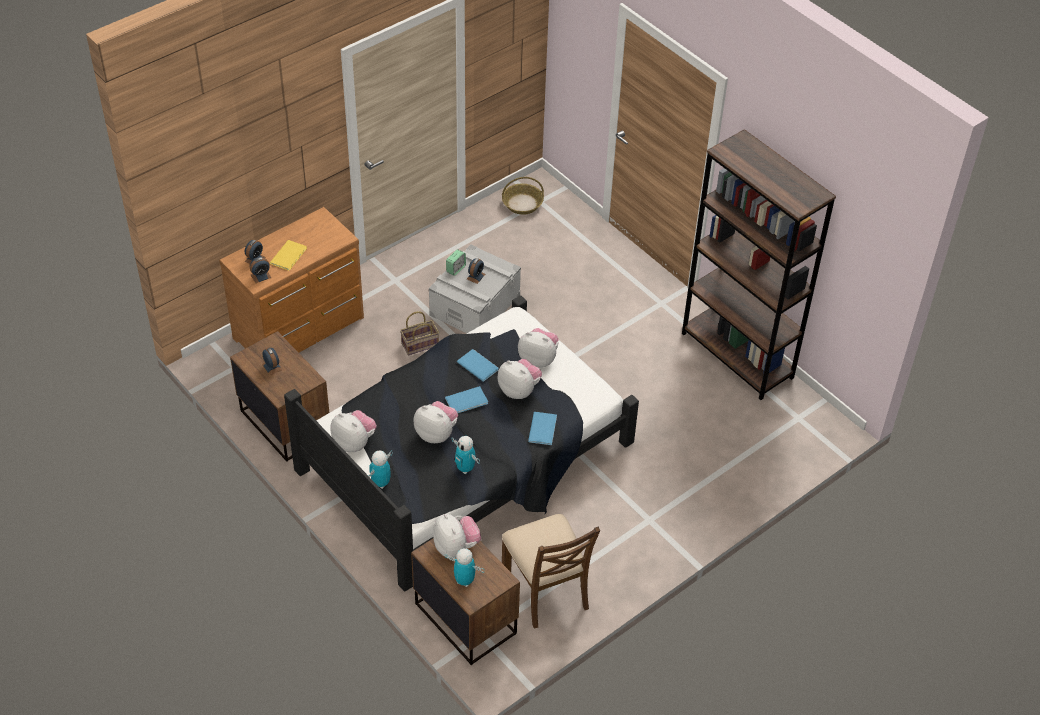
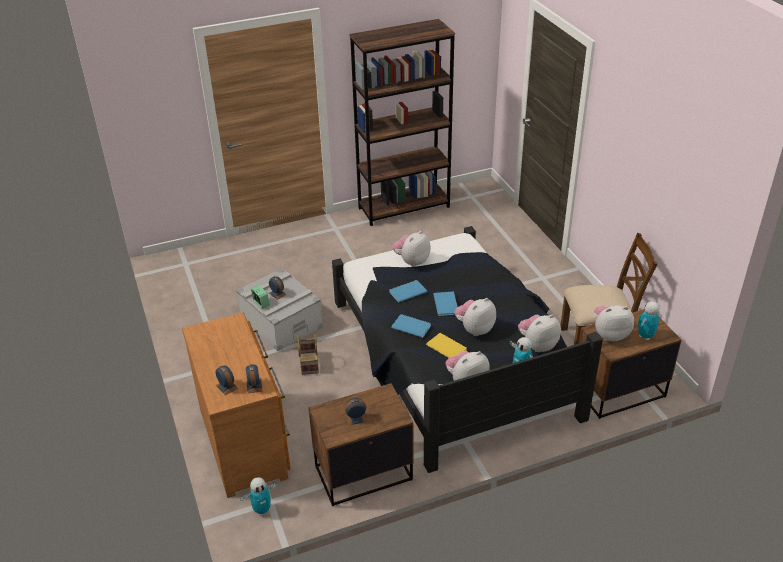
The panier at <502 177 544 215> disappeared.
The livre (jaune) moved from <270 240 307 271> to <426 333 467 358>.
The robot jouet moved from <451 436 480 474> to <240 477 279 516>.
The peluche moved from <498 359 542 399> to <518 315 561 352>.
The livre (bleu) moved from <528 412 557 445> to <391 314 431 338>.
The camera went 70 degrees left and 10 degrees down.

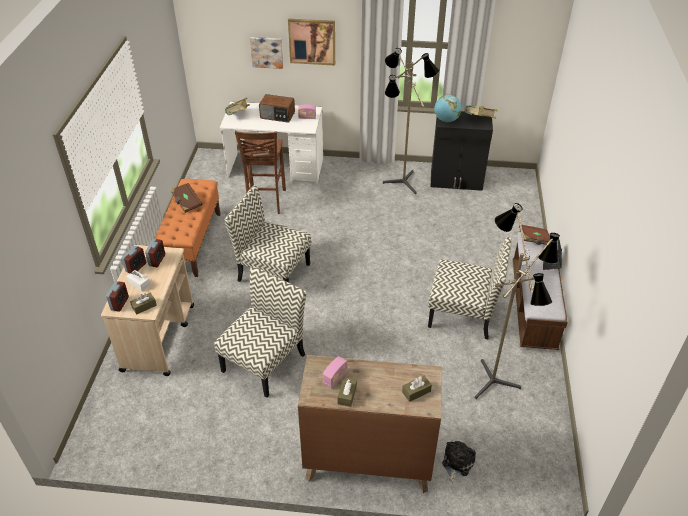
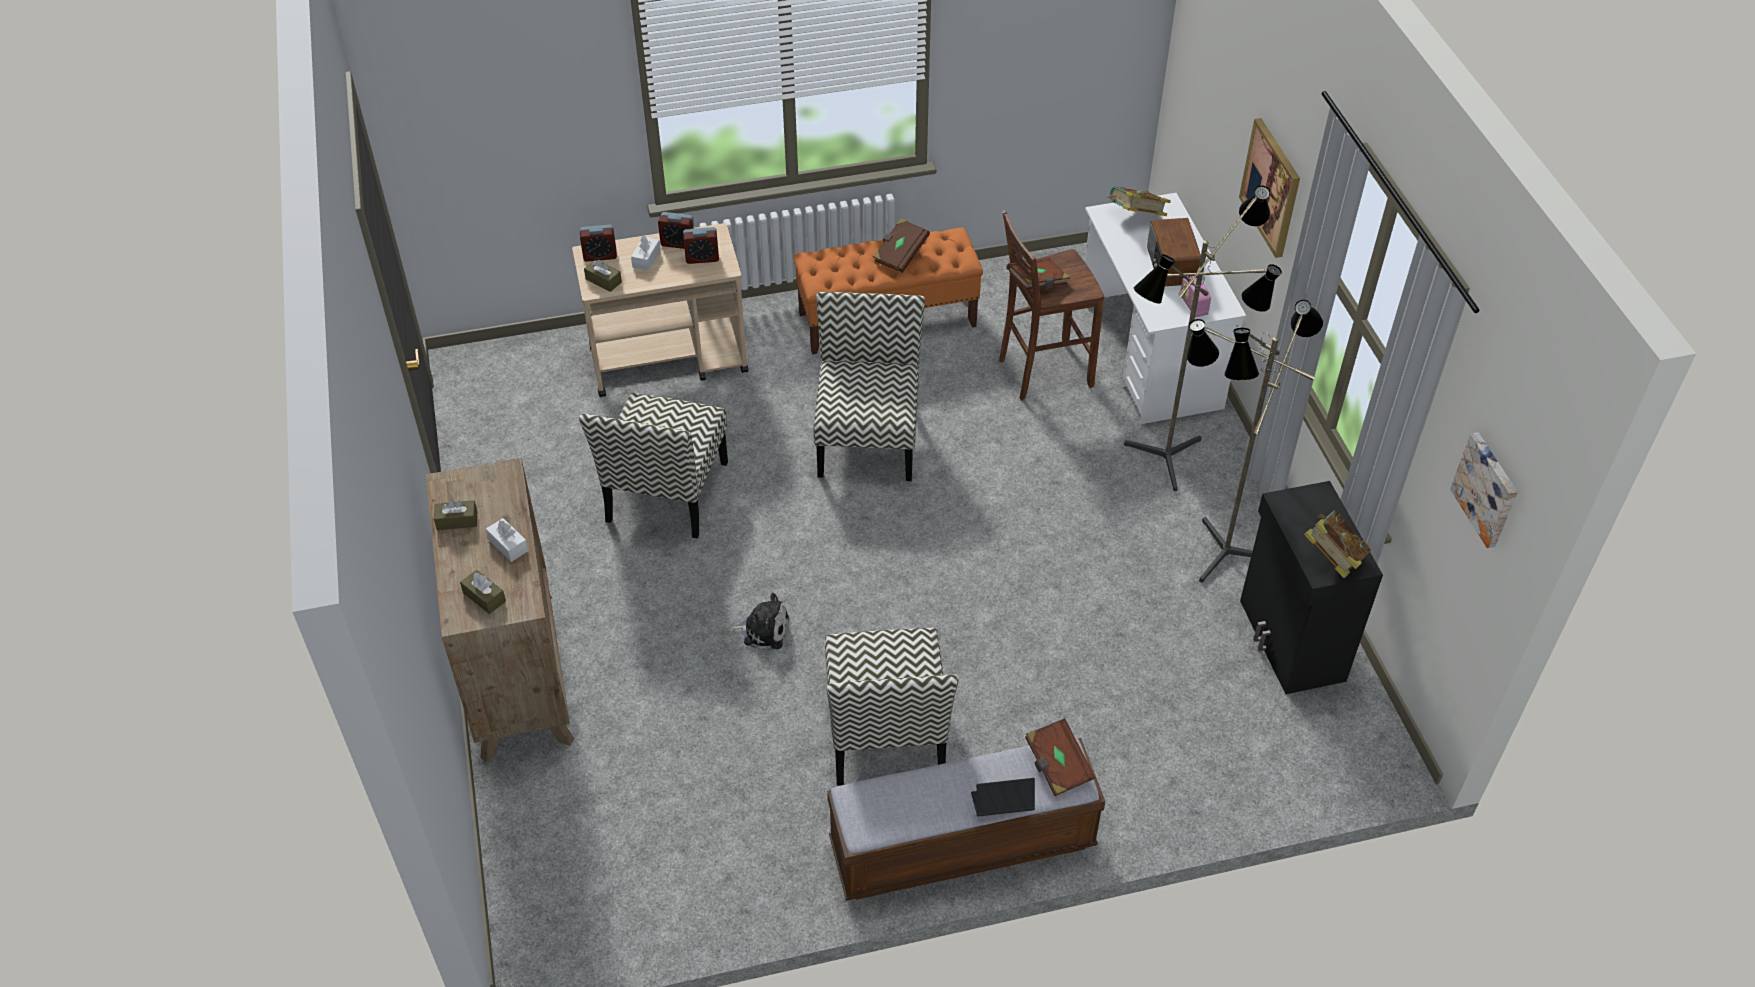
The radio at <323 356 348 389> disappeared.
The globe at <434 95 462 122> disappeared.
The boîte à mouchoirs (blanc) at <486 518 528 562> appeared.
The tableau moved from <250 37 283 69> to <1450 432 1518 548>.
The peluche moved from <442 441 476 482> to <728 593 790 650>.
The lampadaire moved from <474 203 560 399> to <1124 186 1282 491>.
The chaise at <214 266 307 397> turned 90 degrees clockwise.
The camera went 70 degrees right and 5 degrees up.

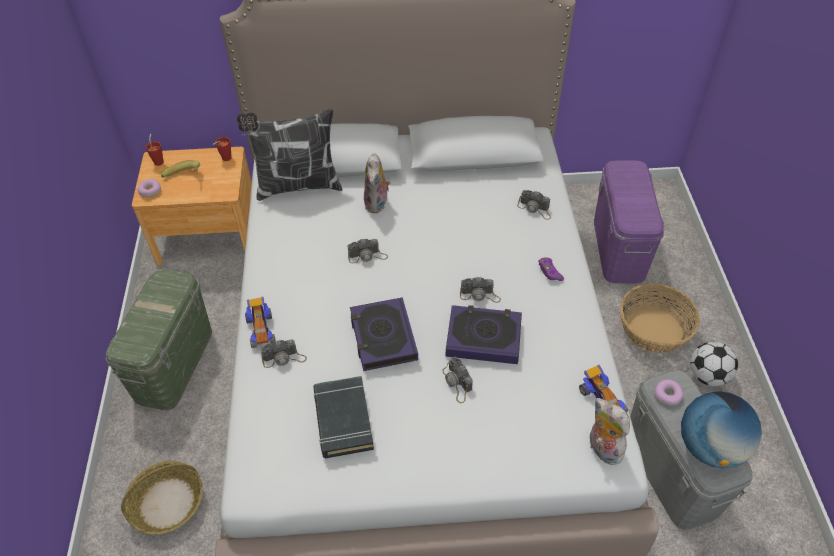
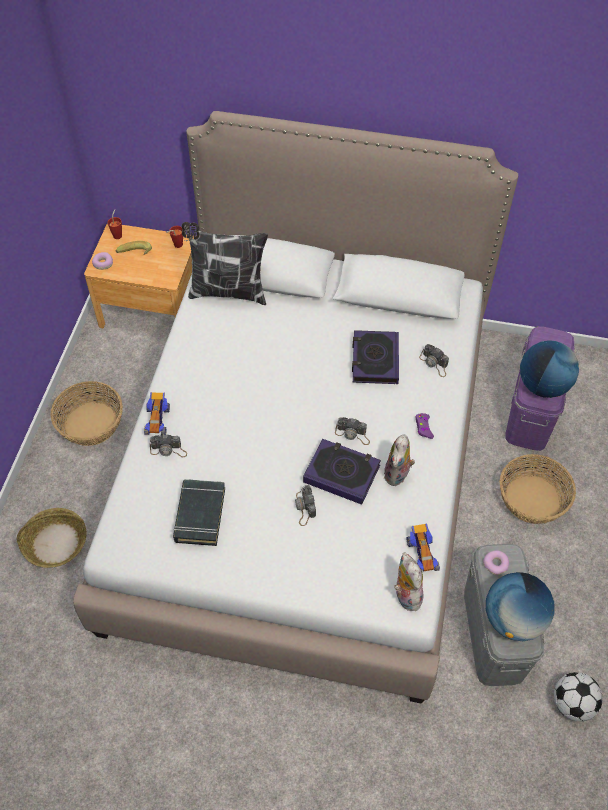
The appareil photo at <347 238 388 263> disappeared.
The globe at <520 340 579 398> appeared.
The livre moved from <350 297 418 371> to <352 330 399 384>.
The peluche moved from <364 153 391 213> to <384 434 415 486>.
The ballon de foot moved from <690 342 738 386> to <554 672 603 721>.
The boîte de rangement (vert) at <105 269 212 410> was replaced by the panier at <50 381 123 446>.
The camera went 15 degrees right and 5 degrees up.

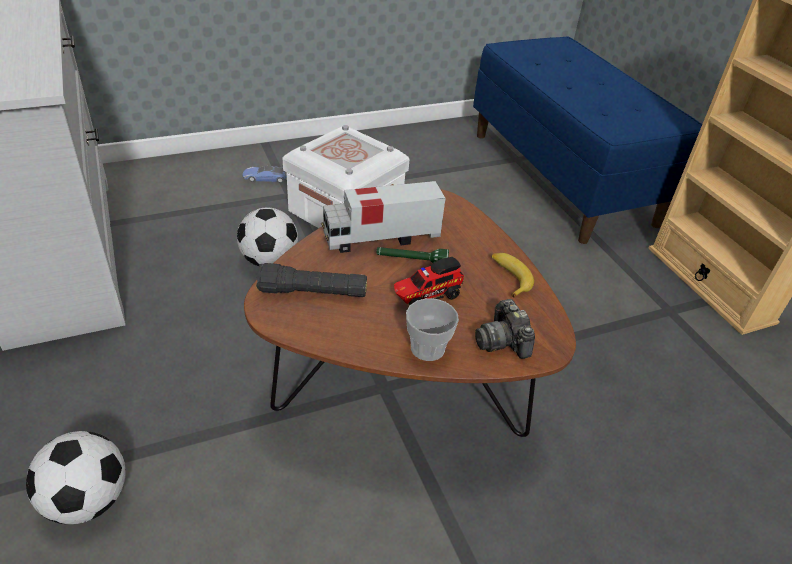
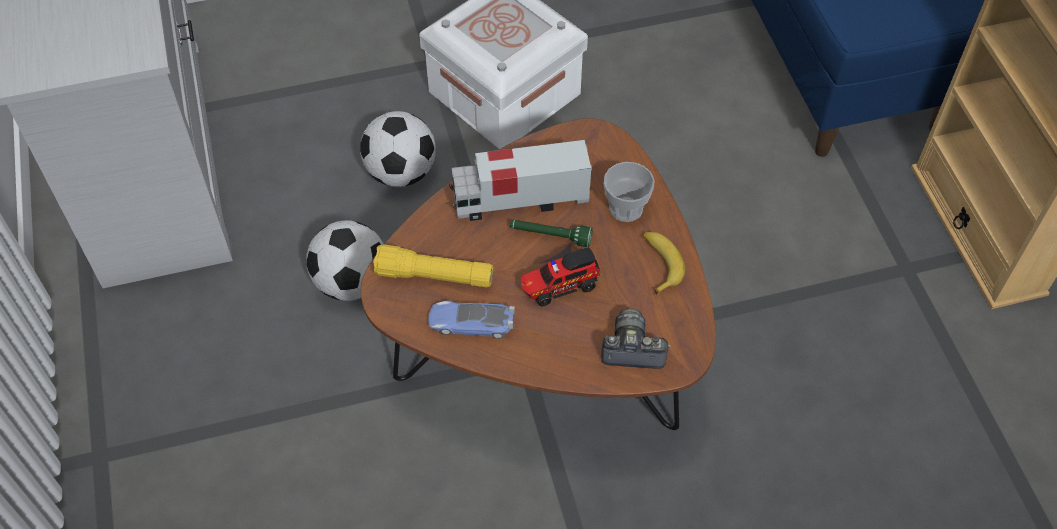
The ballon de foot moved from <26 431 126 524> to <306 220 383 301>.
The petite voiture moved from <242 166 287 183> to <428 301 515 339>.
The tasse moved from <406 298 459 361> to <604 162 655 222>.
The lampe de poche (noir) at <256 263 367 297> became the lampe de poche (jaune) at <373 244 493 287>.
The appareil photo at <475 299 535 359> turned 105 degrees clockwise.
The camera went 10 degrees right and 15 degrees up.

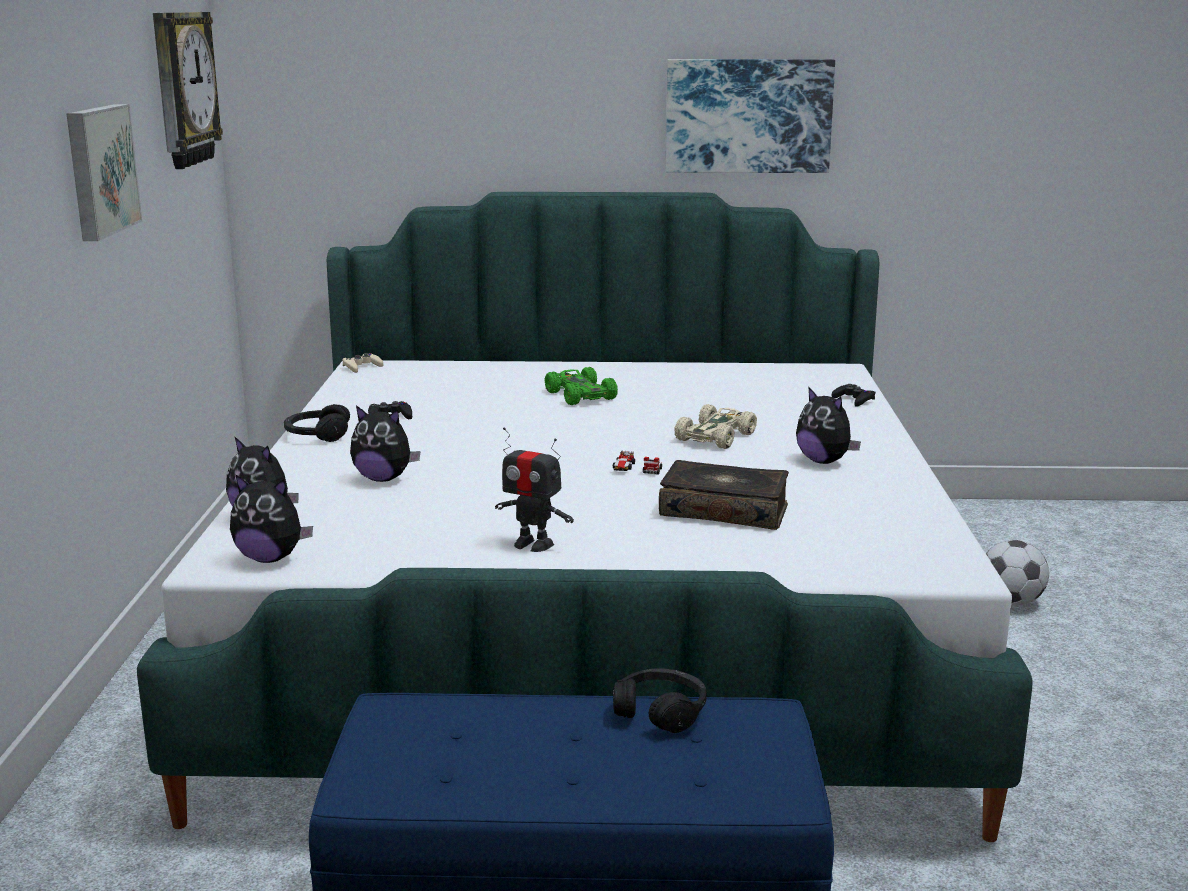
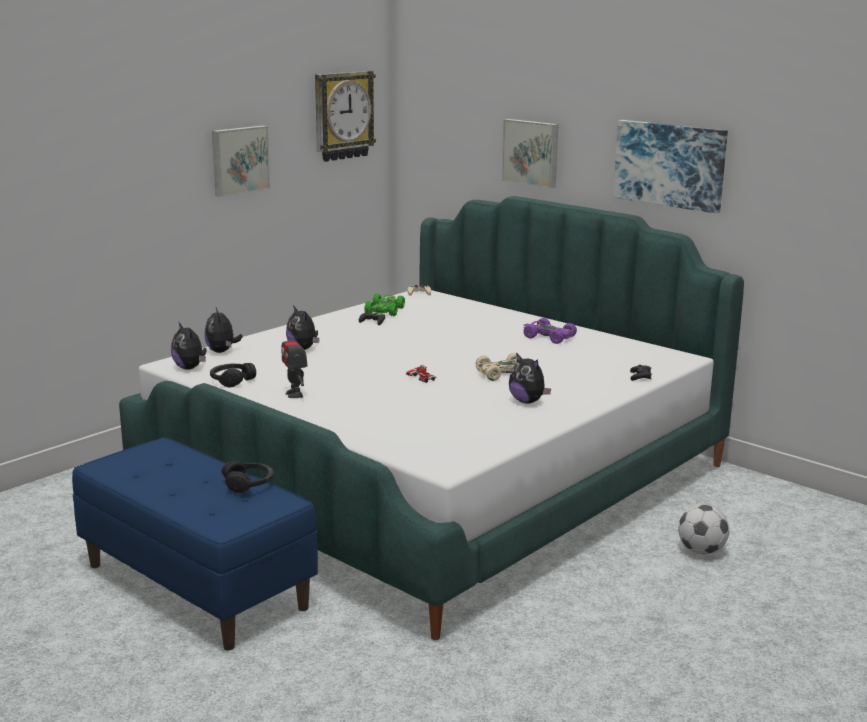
The livre at <659 460 789 530> disappeared.
The tableau at <502 119 559 188> appeared.
The petite voiture (violet) at <523 318 577 344> appeared.
The casque audio (noir) moved from <284 404 350 442> to <210 363 256 387>.
The petite voiture (vert) moved from <545 367 618 405> to <364 294 405 316>.
The peluche at <796 386 861 464> turned 45 degrees counterclockwise.
The camera went 40 degrees right and 0 degrees up.

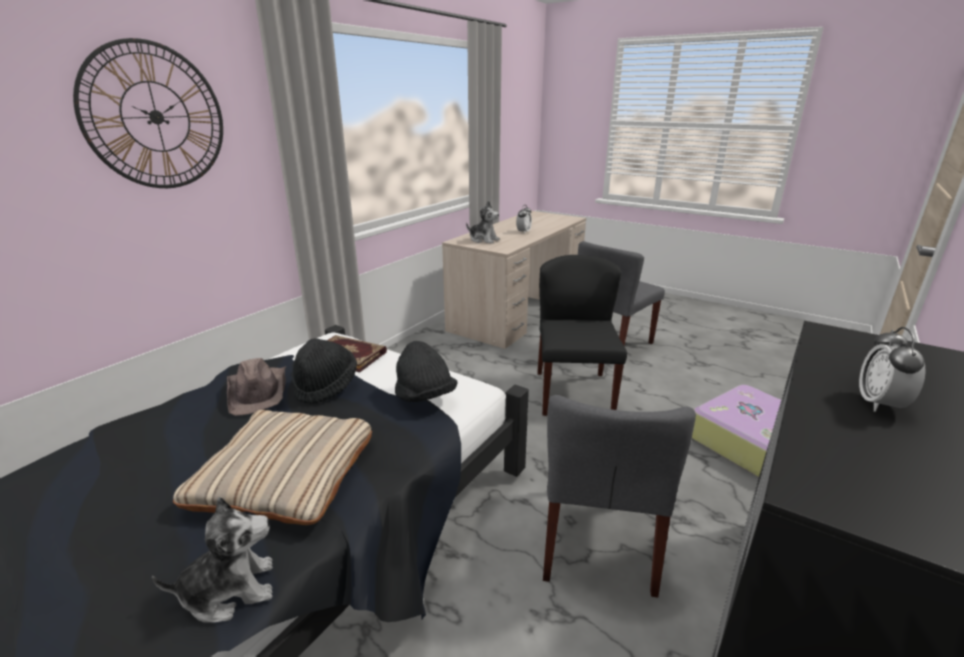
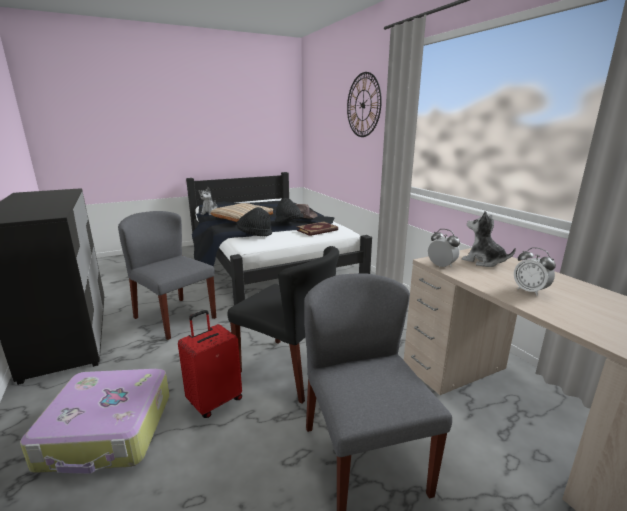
The valise (rouge) at <178 310 242 418> appeared.
The réveil moved from <859 327 926 412> to <428 229 460 267>.
The peluche at <466 201 500 244> turned 75 degrees clockwise.
The camera went 120 degrees right and 5 degrees down.

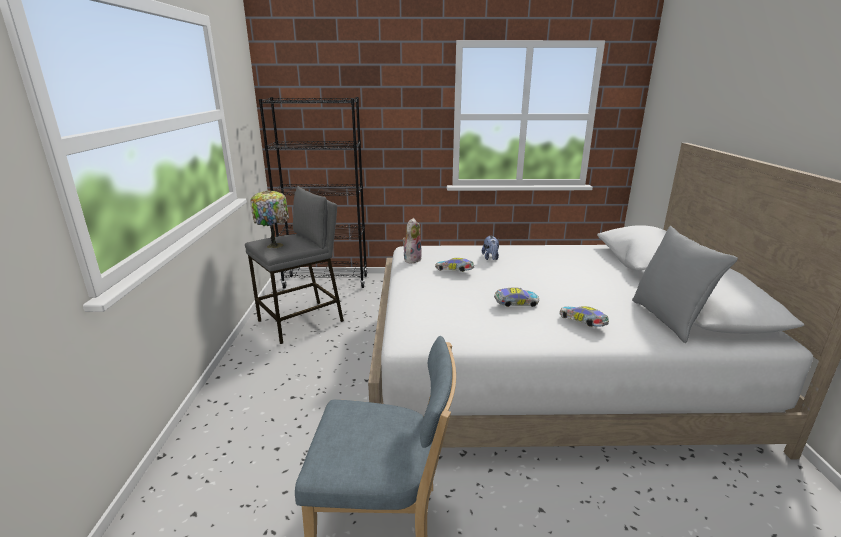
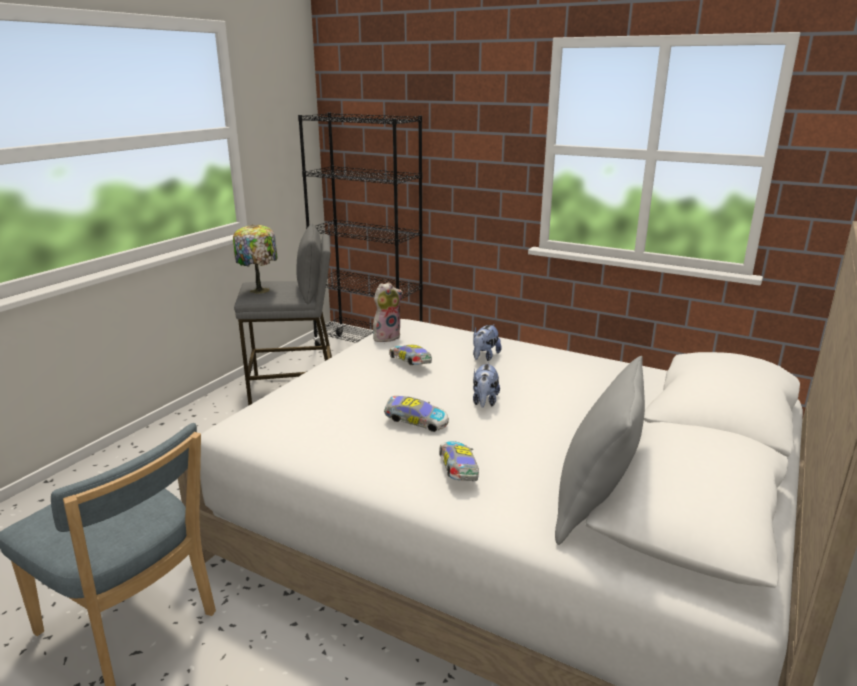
The peluche at <473 362 500 408> appeared.
The camera went 30 degrees right and 0 degrees up.

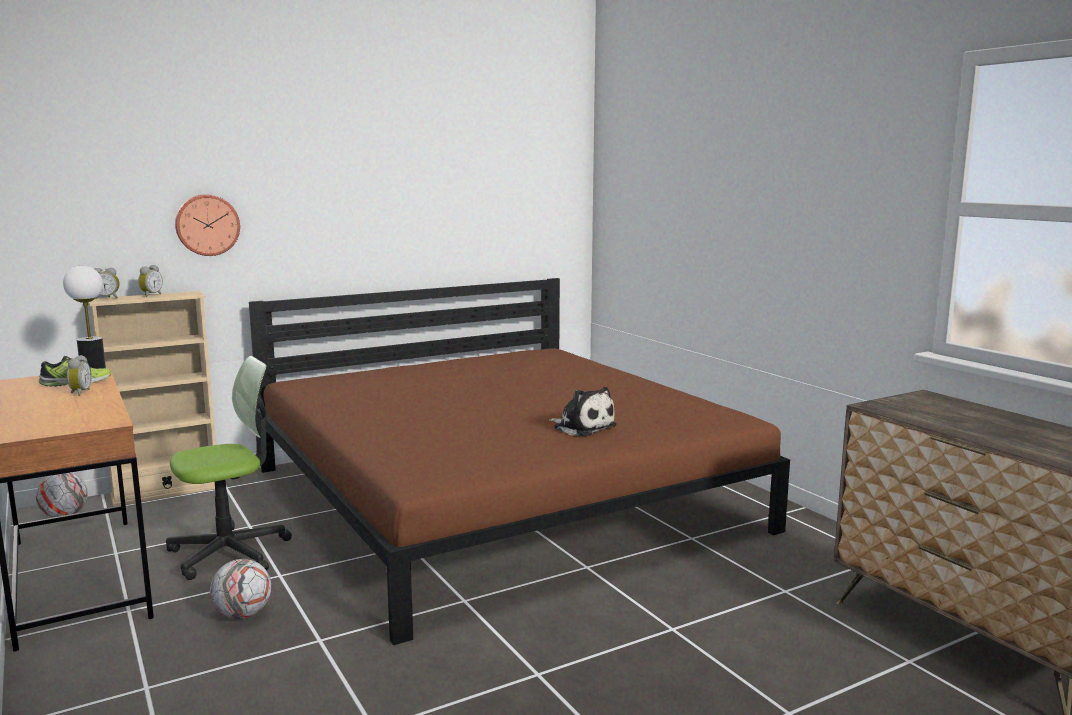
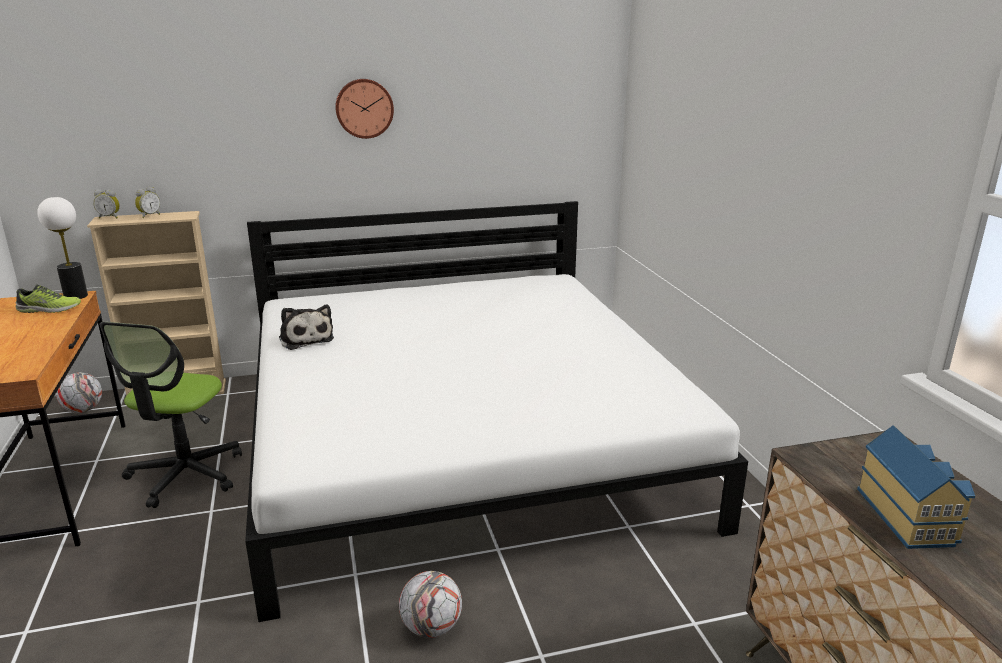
The réveil at <67 355 92 396> disappeared.
The maison miniature at <857 425 975 549> appeared.
The horloge murale moved from <175 195 240 256> to <335 79 394 139>.
The ballon de foot moved from <210 559 271 619> to <399 571 462 638>.
The peluche moved from <549 387 617 436> to <279 305 334 350>.
The lit (marron) at <249 278 790 645> became the lit (blanc) at <245 201 748 622>.
The chaise de bureau at <166 356 292 580> turned 120 degrees clockwise.
The camera went 15 degrees right and 10 degrees up.

